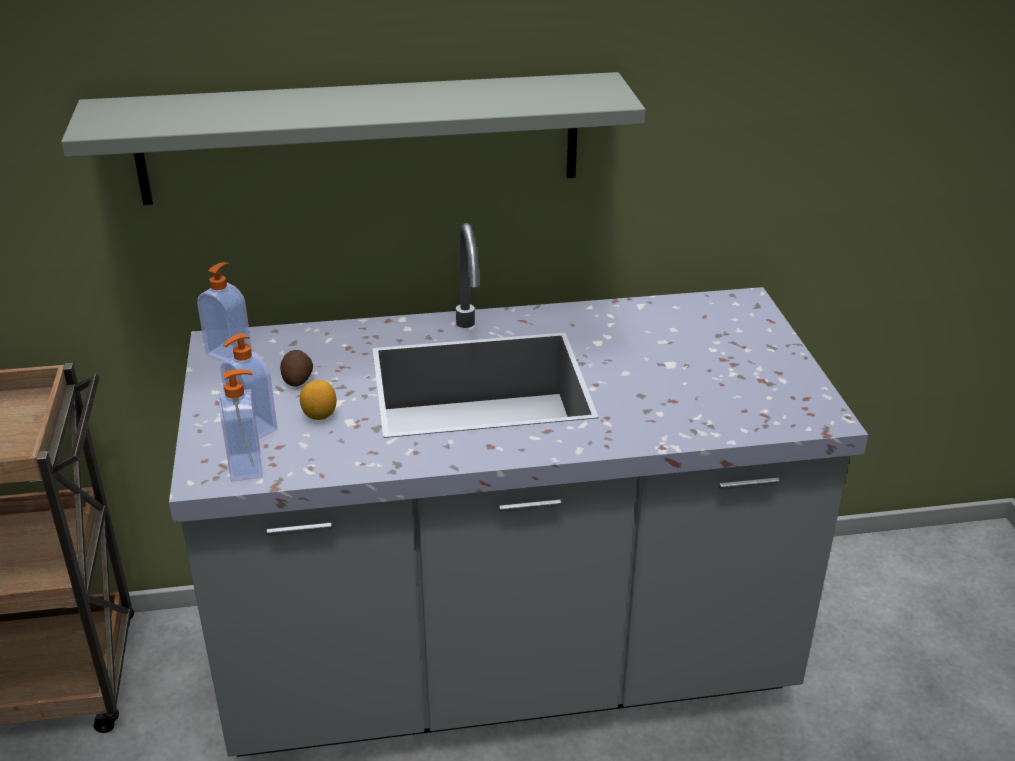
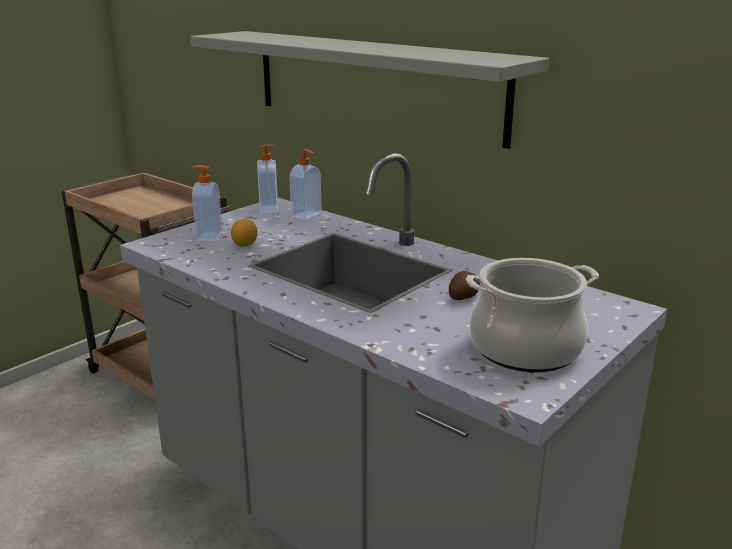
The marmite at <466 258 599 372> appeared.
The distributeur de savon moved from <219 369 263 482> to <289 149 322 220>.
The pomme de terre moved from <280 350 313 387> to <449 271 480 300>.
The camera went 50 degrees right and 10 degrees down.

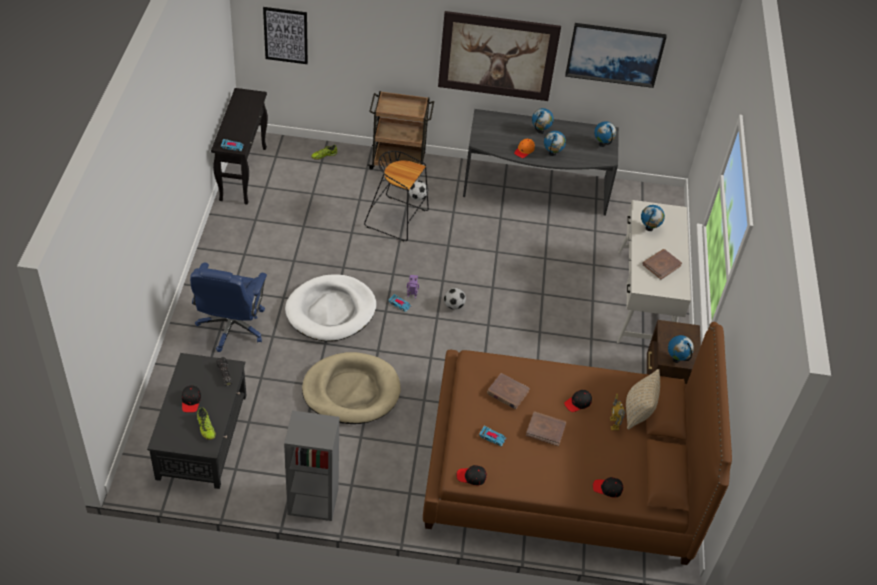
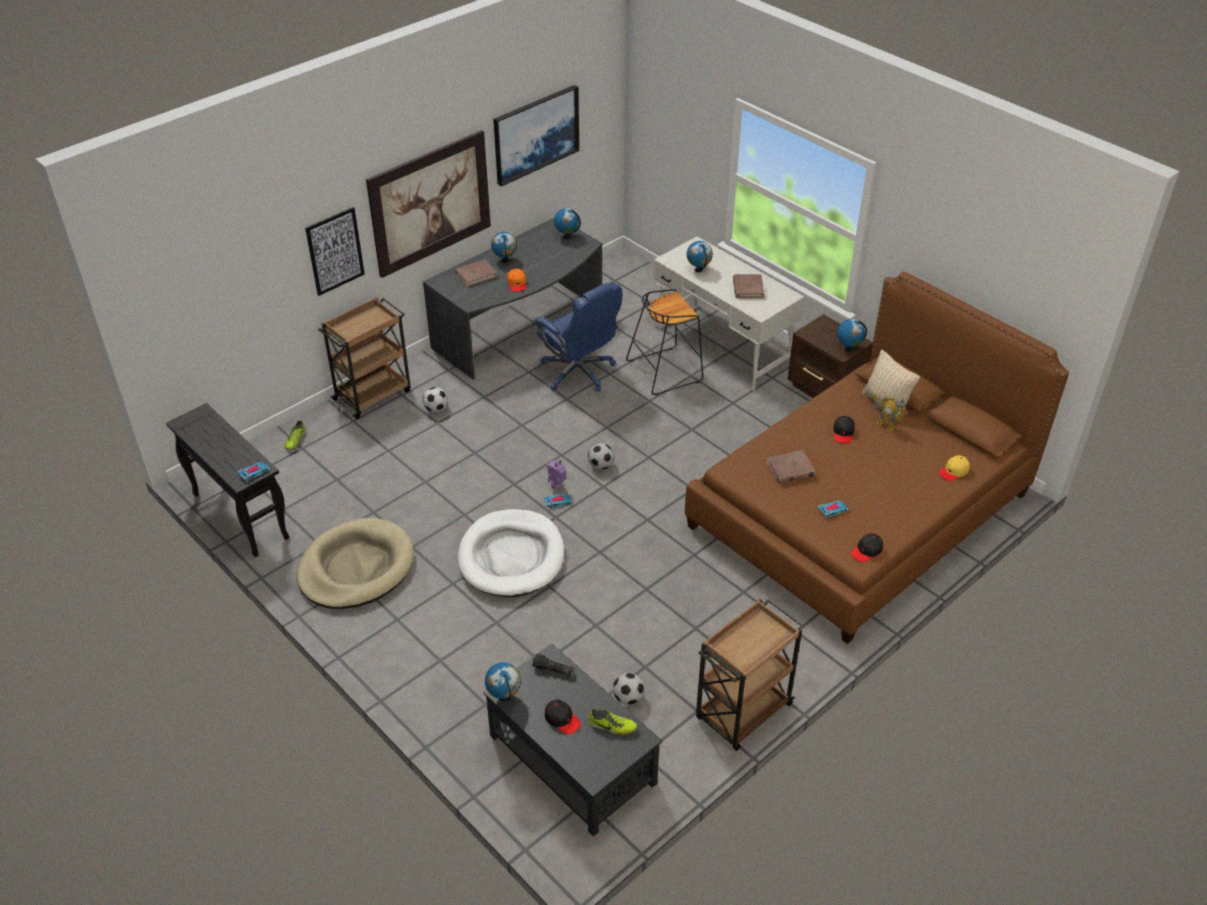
The ballon de foot at <613 673 644 705> appeared.
The chaise de bureau (bleu) moved from <190 263 267 352> to <535 282 622 392>.
The tableau moved from <263 7 308 64> to <305 207 365 296>.
The panier pour chien (beige) moved from <302 352 401 424> to <296 518 414 609>.
The tabouret (noir) moved from <364 151 429 241> to <626 289 703 396>.
The livre (marron) moved from <526 411 566 446> to <455 260 497 287>.
The globe moved from <544 131 566 156> to <485 662 521 701>.
The bibliothèque (gris) at <284 410 339 521> was replaced by the chariot (marron) at <696 599 804 751>.
The casquette (noir) at <593 477 623 498> became the casquette (jaune) at <938 455 970 481>.
The camera went 45 degrees left and 5 degrees down.

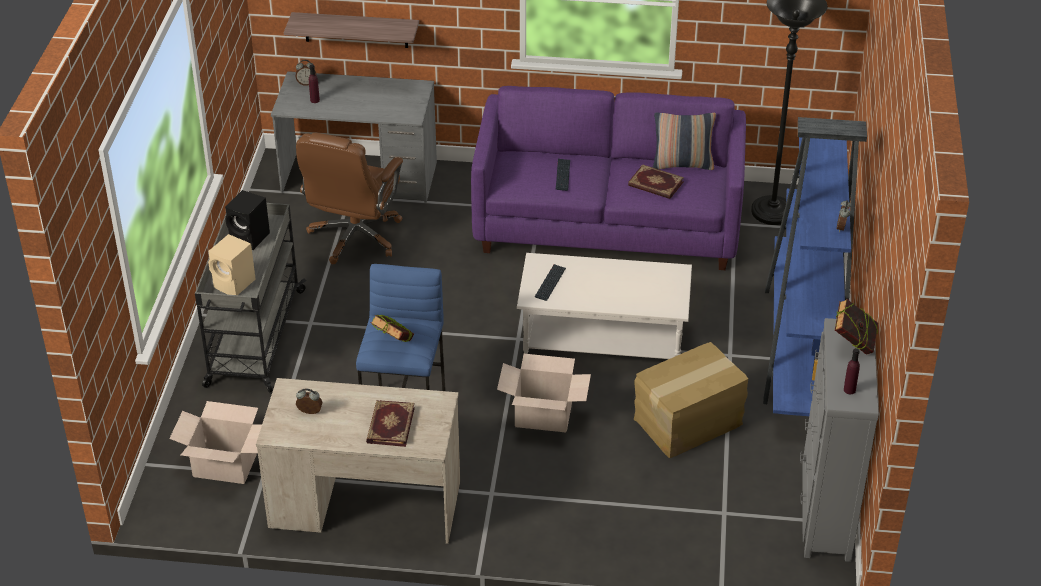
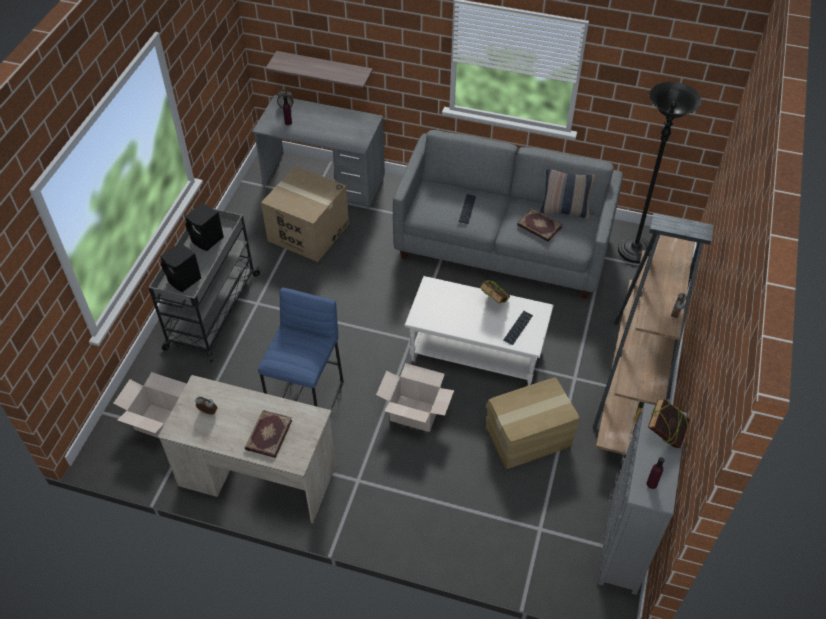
The livre moved from <371 315 414 342> to <480 280 510 303>.
The clavier moved from <535 264 566 301> to <503 311 533 345>.
The chaise de bureau (marron) at <296 132 403 264> was replaced by the carton at <261 166 349 262>.
The enceinte (beige) at <208 234 255 295> became the enceinte (noir) at <160 243 201 292>.
The canapé (violet) at <471 86 746 270> became the canapé (gris) at <393 130 623 299>.
The bibliothèque (bleu) at <763 117 867 416> became the bibliothèque (marron) at <593 213 713 455>.
The camera went 10 degrees right and 10 degrees up.

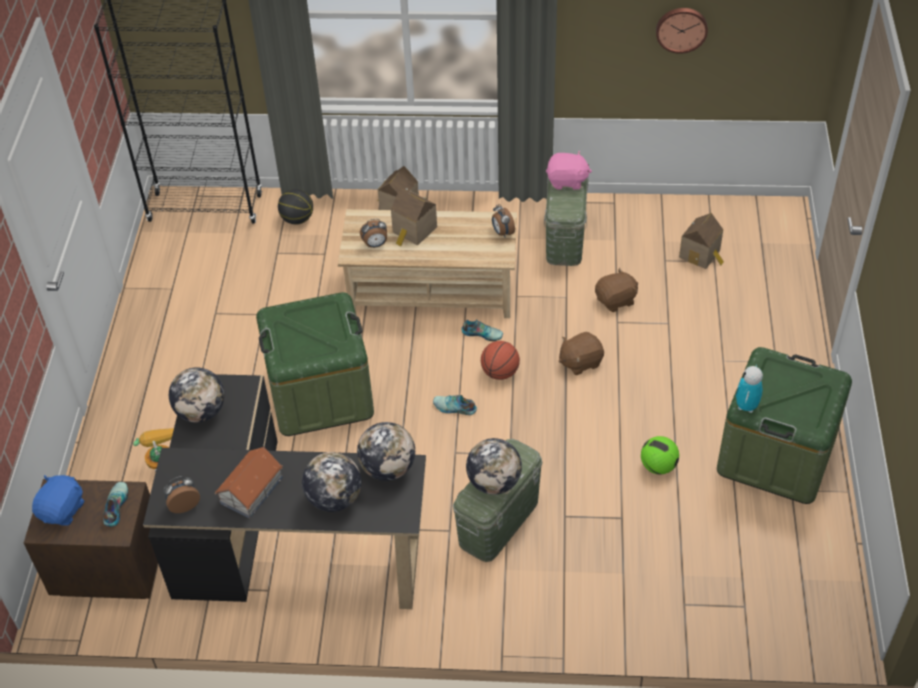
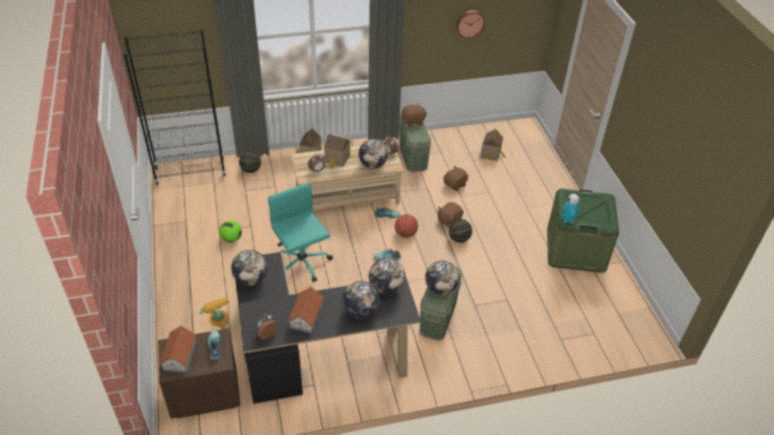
The globe at <359 139 388 169> appeared.
The ballon de basket at <448 219 472 243> appeared.
The ballon de foot moved from <641 436 679 475> to <219 221 242 243>.
The peluche (bleu) at <32 475 84 526> was replaced by the maison miniature at <159 326 196 373>.
The boîte de rangement (vert) at <256 292 374 436> was replaced by the chaise de bureau (turquoise) at <268 182 333 282>.
The peluche (rose) at <546 151 592 190> became the peluche (marron) at <401 104 427 127>.
The camera went 20 degrees left and 5 degrees down.

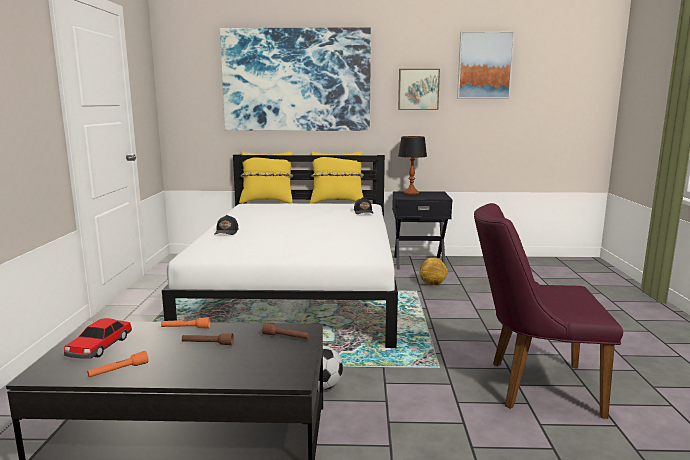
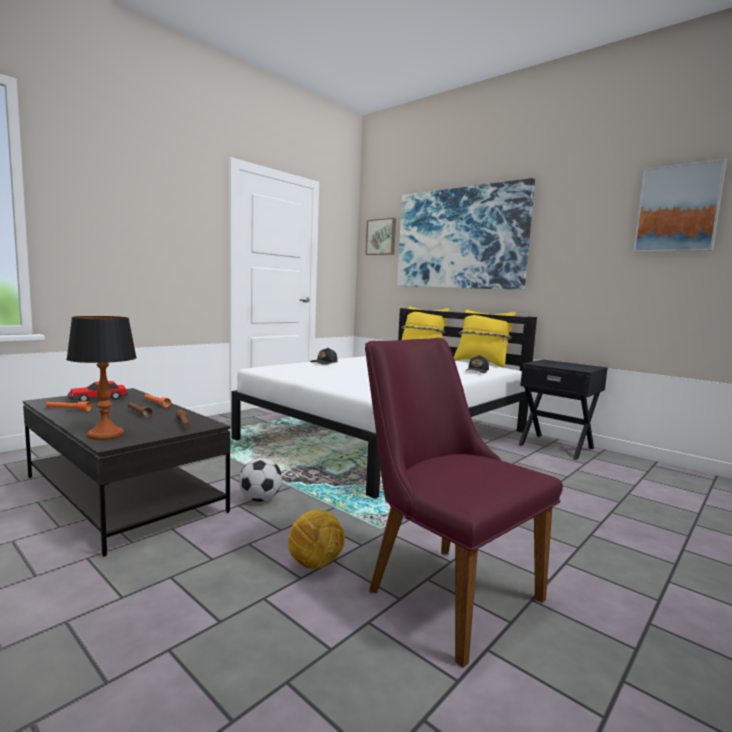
The tableau moved from <398 69 440 110> to <365 218 396 255>.
The lampe de table moved from <398 136 427 195> to <66 316 137 440>.
The ballon de foot moved from <419 258 448 285> to <288 510 345 569>.
The camera went 40 degrees right and 5 degrees down.

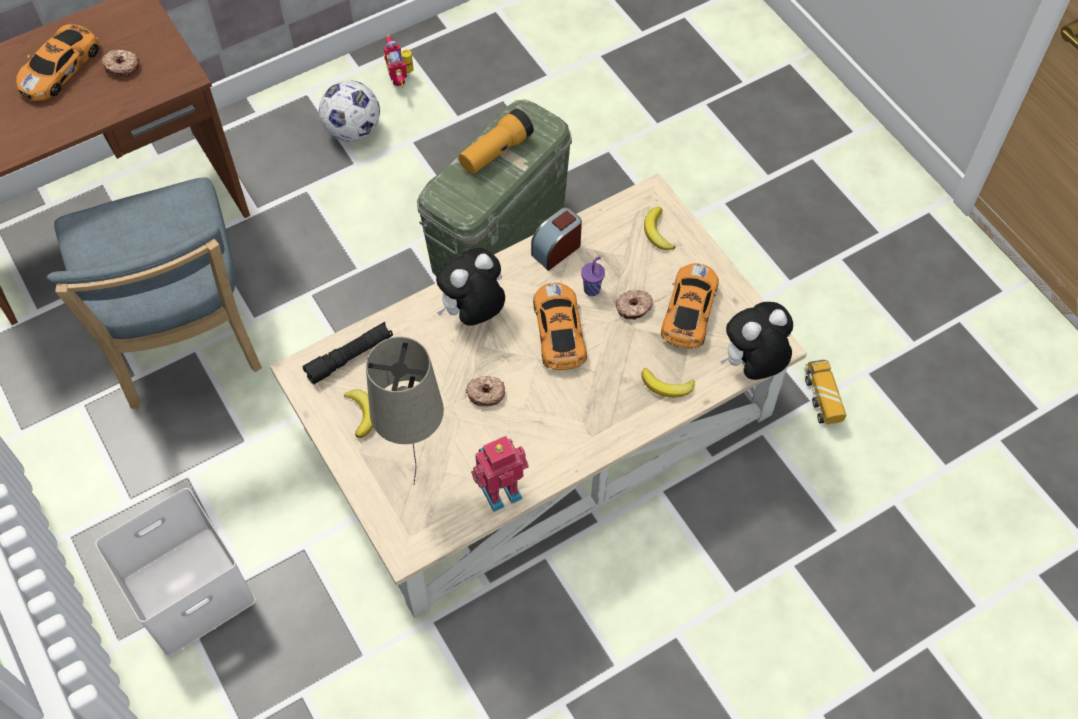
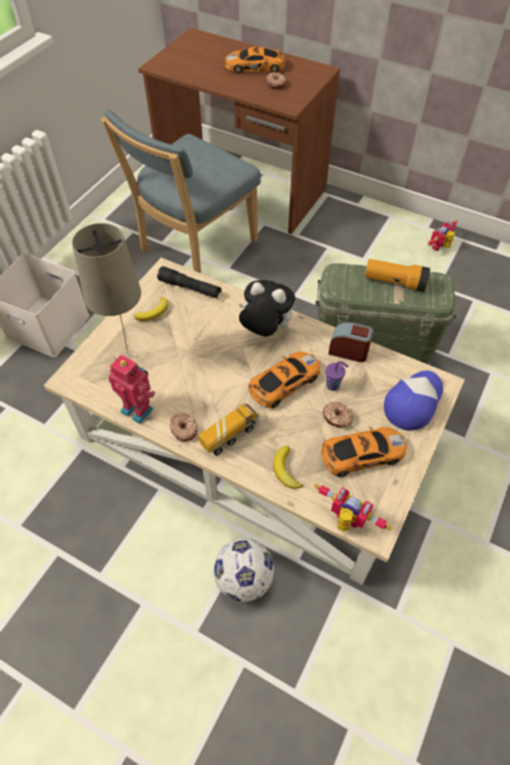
The ballon de foot moved from <319 80 380 142> to <214 539 274 602>.
The beignet moved from <466 376 505 406> to <170 413 198 442>.
The camion jouet moved from <804 360 846 424> to <198 403 260 456>.
The banane at <644 207 676 250> was replaced by the casquette at <384 371 443 431>.
The peluche at <720 302 793 380> was replaced by the robot jouet at <314 484 392 532>.
The camera went 60 degrees right and 5 degrees down.

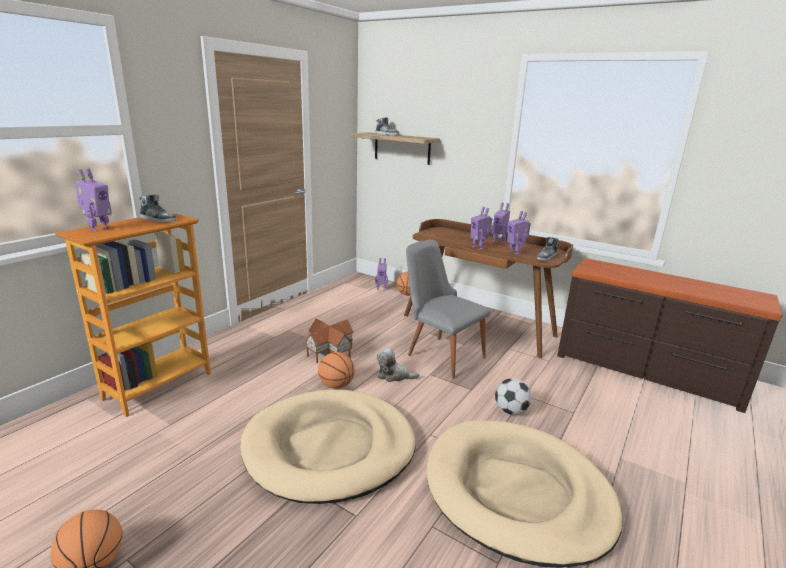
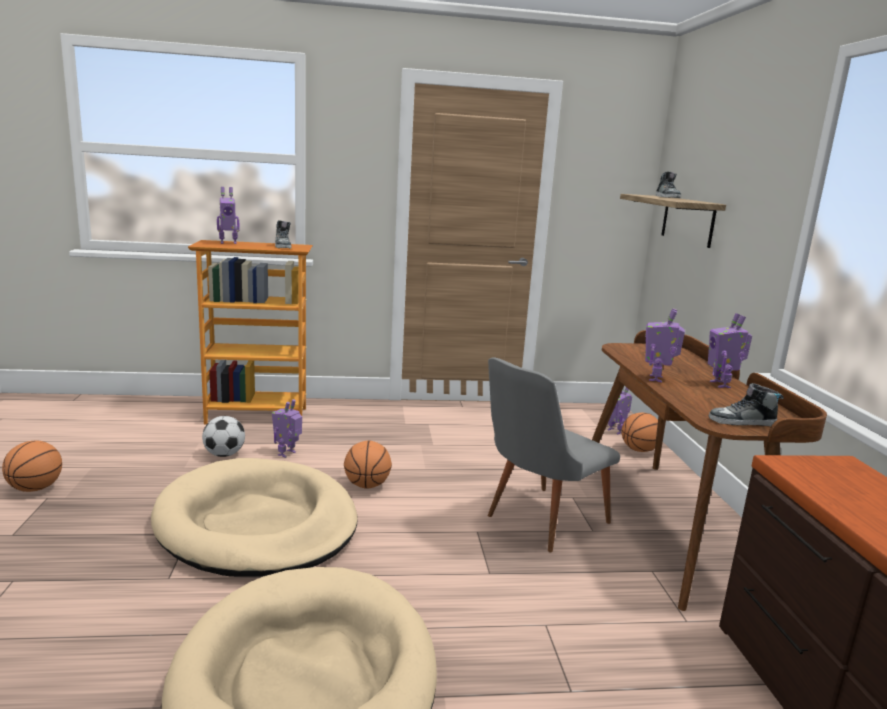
The maison miniature at <305 318 354 363> disappeared.
The peluche at <377 347 419 382> disappeared.
The ballon de foot moved from <495 378 532 415> to <202 416 245 457>.
The robot jouet moved from <507 211 531 255> to <272 399 302 458>.
The chaise (gris) at <406 239 491 379> turned 135 degrees counterclockwise.
The camera went 50 degrees right and 5 degrees down.

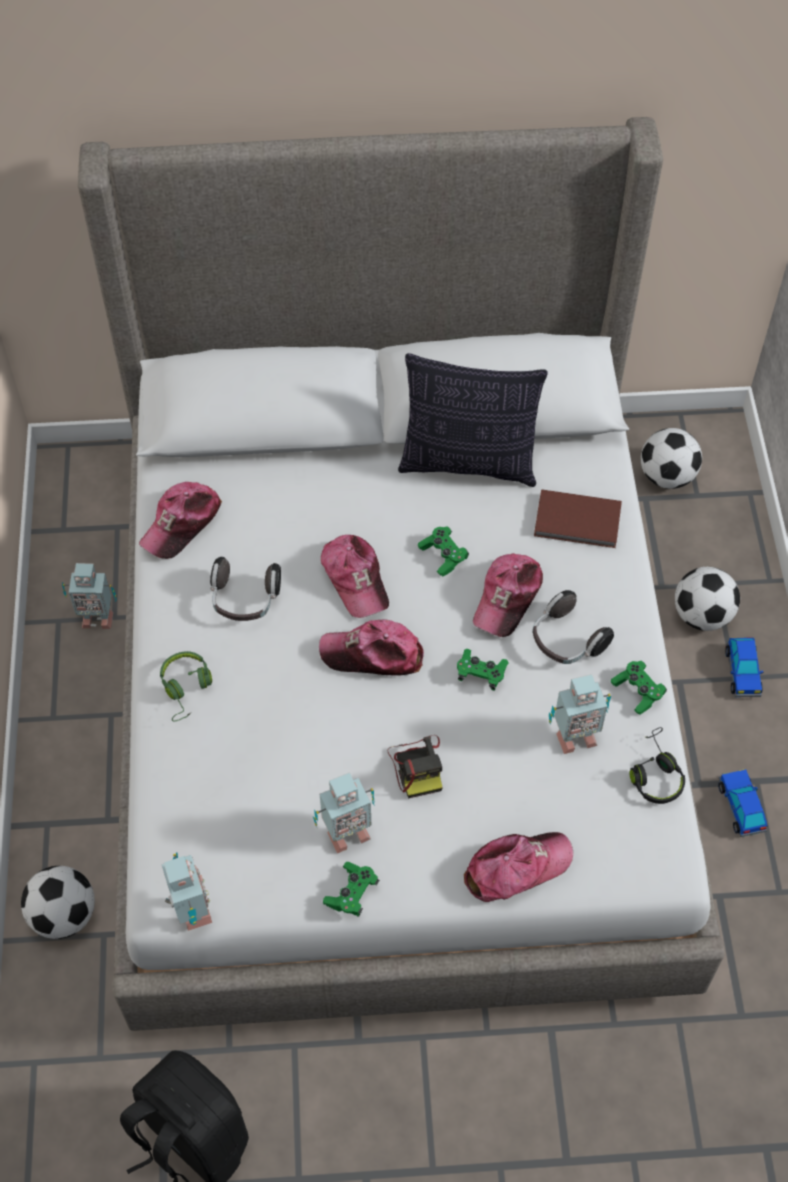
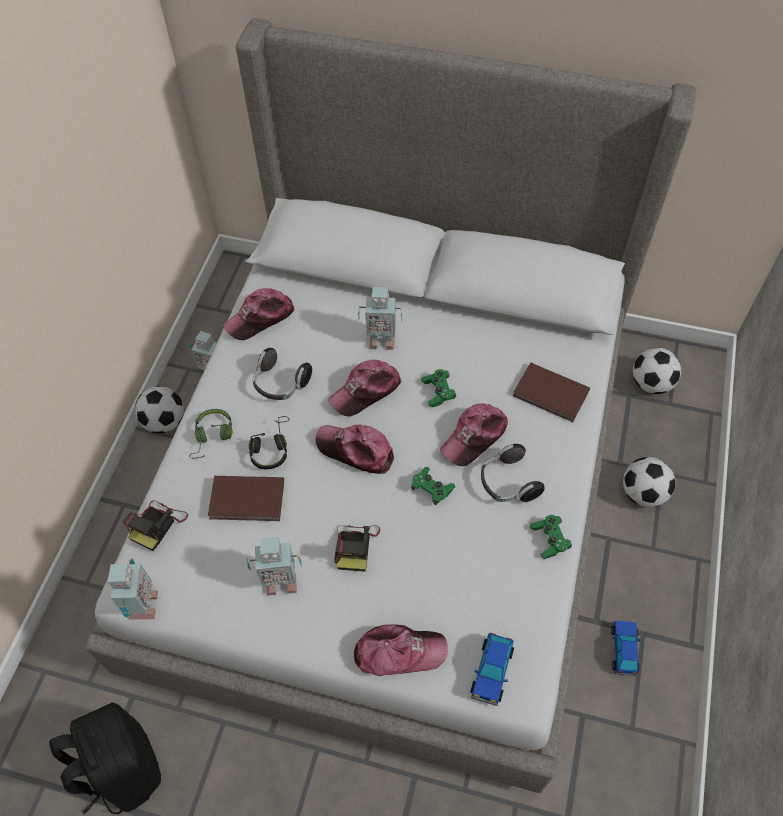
The manette (vert) at <323 862 380 917> disappeared.
The coussin at <398 353 548 487> disappeared.
The appareil photo at <123 500 188 551> appeared.
The livre (marron) at <208 476 284 521> appeared.
The ballon de foot moved from <21 866 95 939> to <135 386 184 433>.
The robot jouet moved from <549 674 611 754> to <358 287 403 350>.
The casque audio (noir) moved from <629 727 685 804> to <249 416 290 469>.
The petite voiture moved from <725 637 763 697> to <470 632 514 706>.
The casquette at <321 535 389 618> turned 60 degrees clockwise.
The camera went 20 degrees right and 0 degrees up.

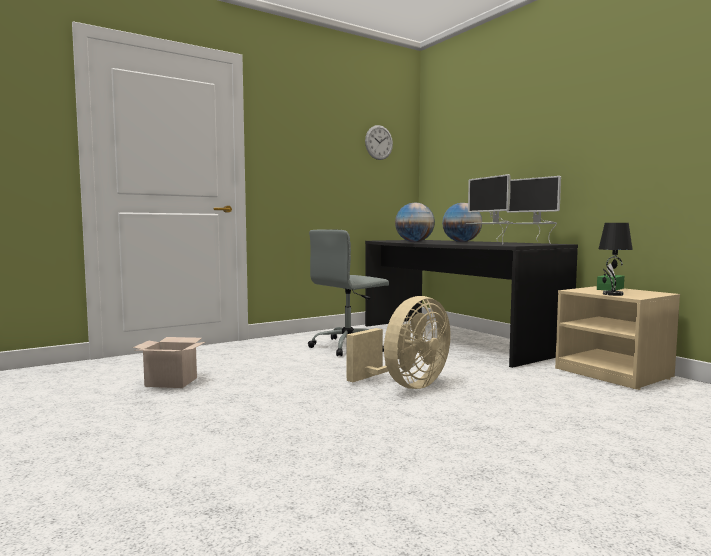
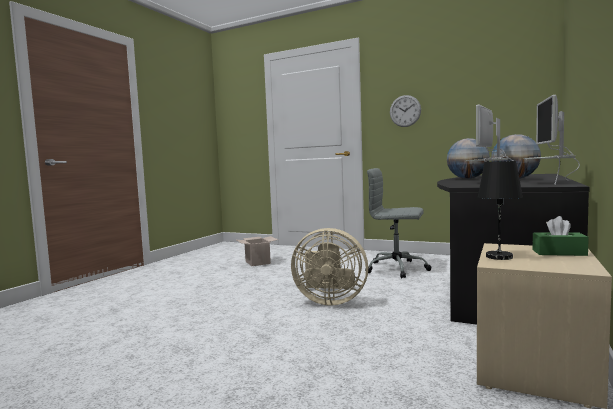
The horloge murale moved from <365 125 393 160> to <390 95 421 127>.
The camera went 60 degrees right and 0 degrees up.

